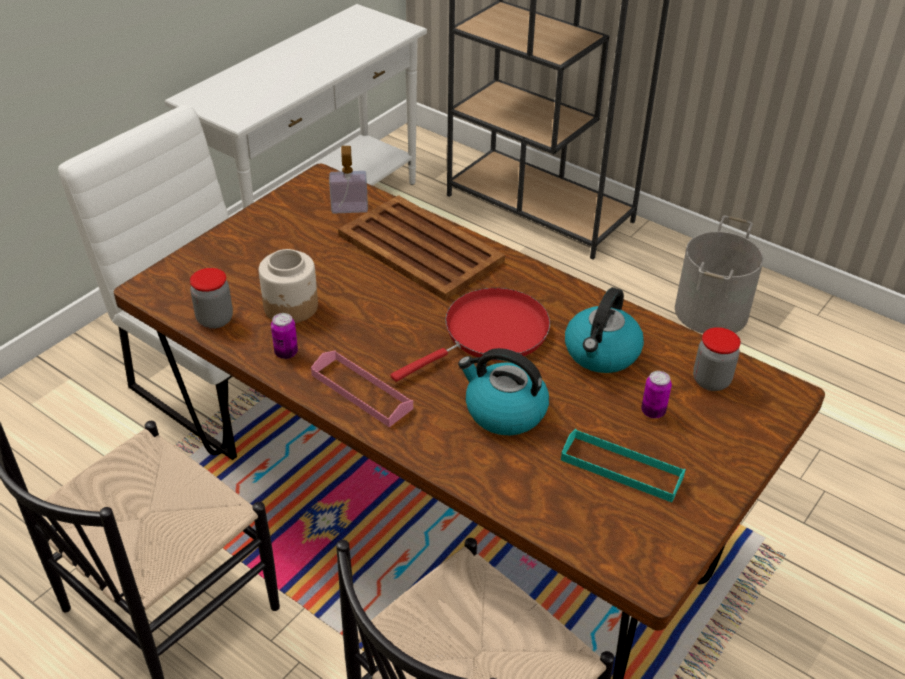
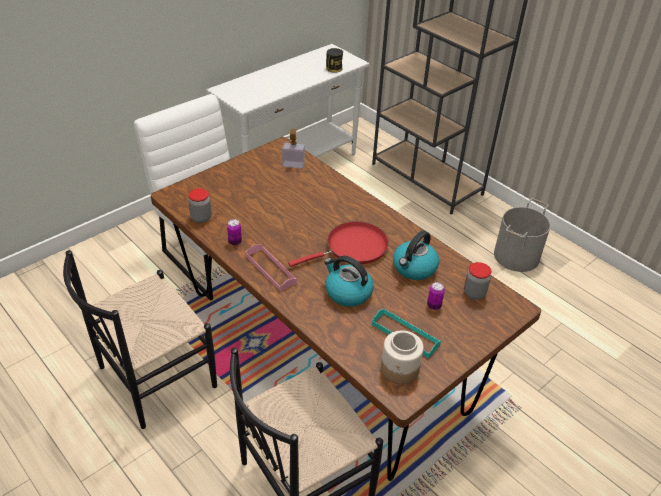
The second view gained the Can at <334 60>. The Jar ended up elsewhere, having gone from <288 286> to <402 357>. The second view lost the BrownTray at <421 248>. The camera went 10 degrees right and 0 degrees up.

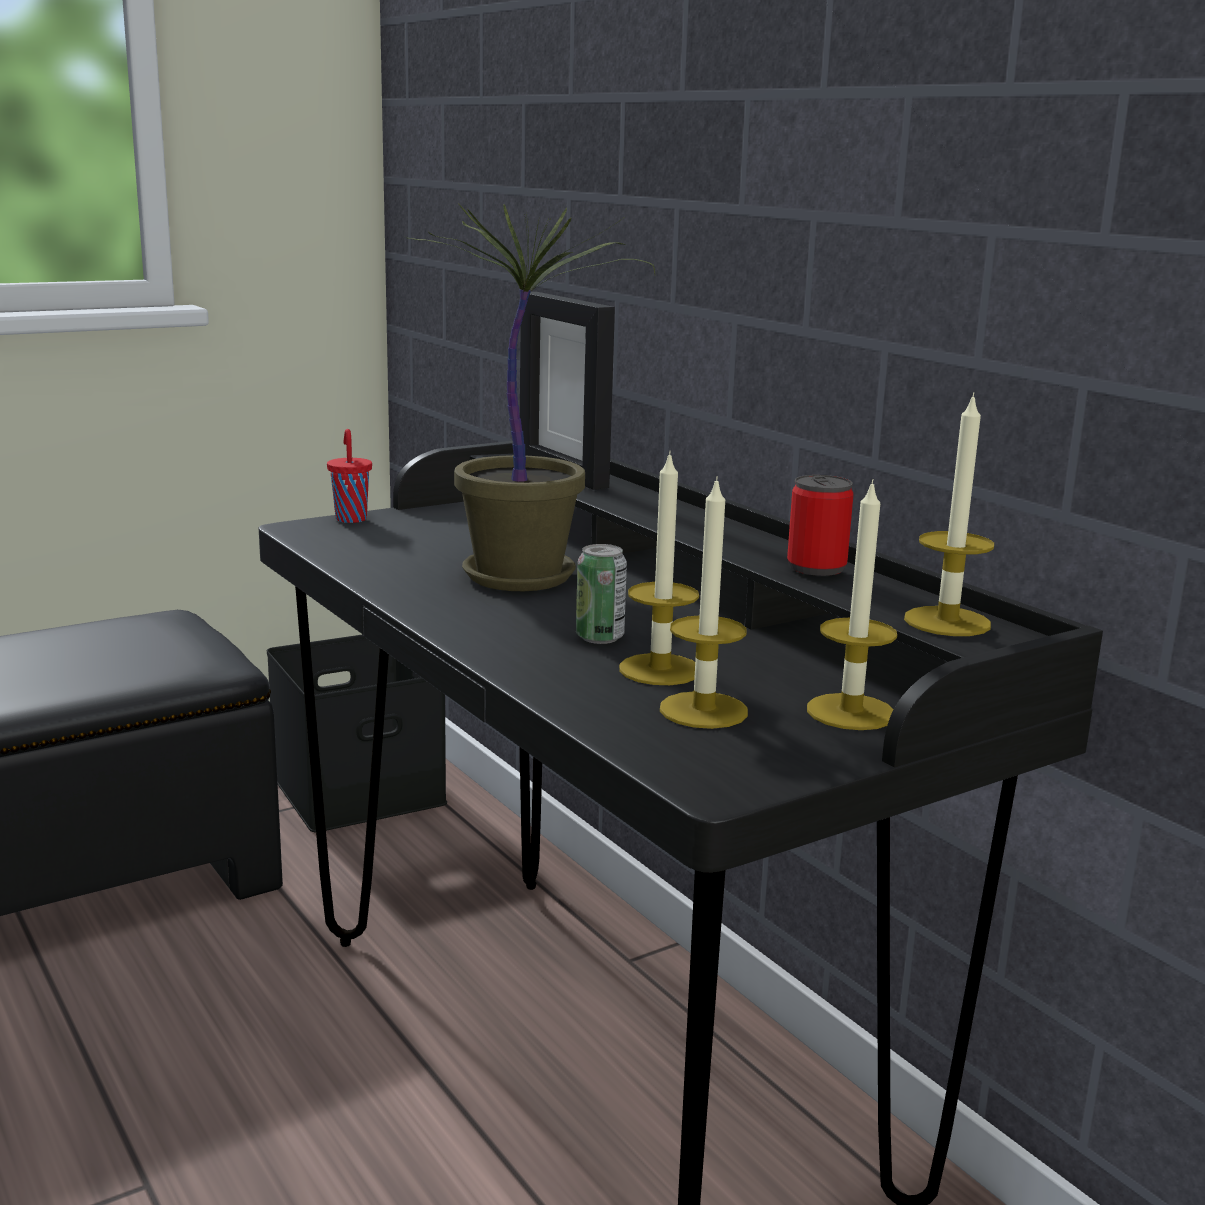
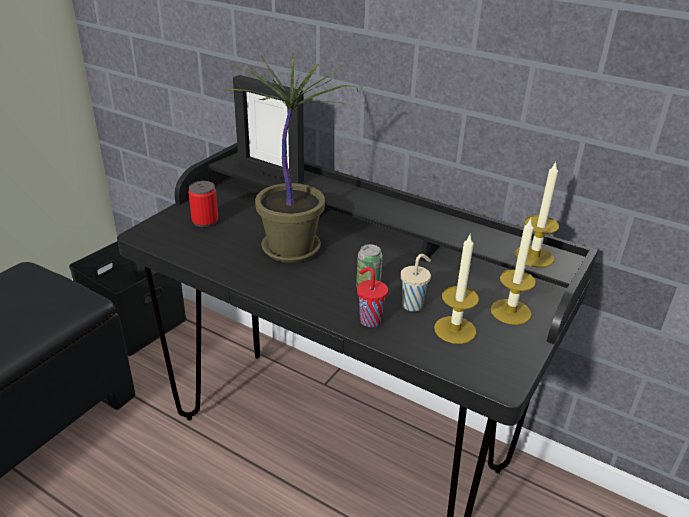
The Can ended up elsewhere, having gone from <820 525> to <203 204>. The RedCup ended up elsewhere, having gone from <349 476> to <372 297>. Where the Candle stood at <659 568>, the BeigeCup came to stand at <416 283>. The camera went 25 degrees left and 15 degrees up.

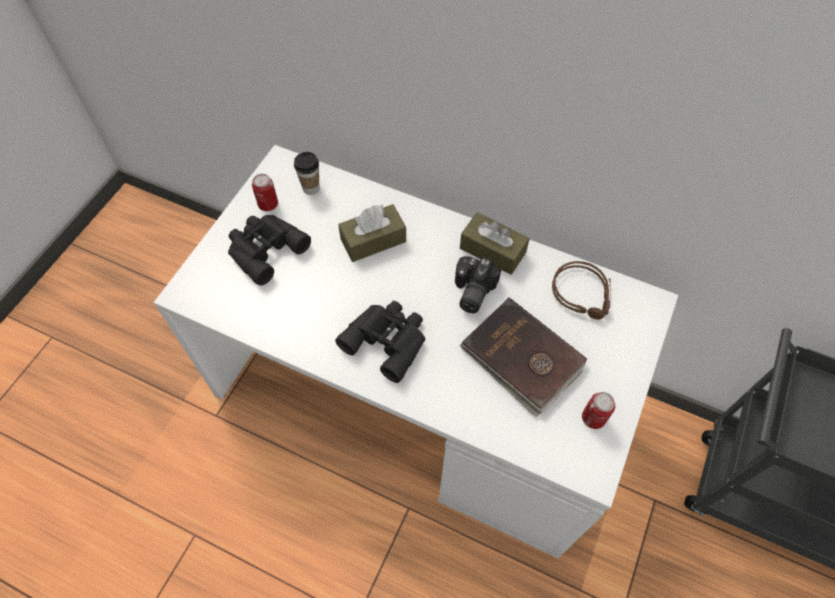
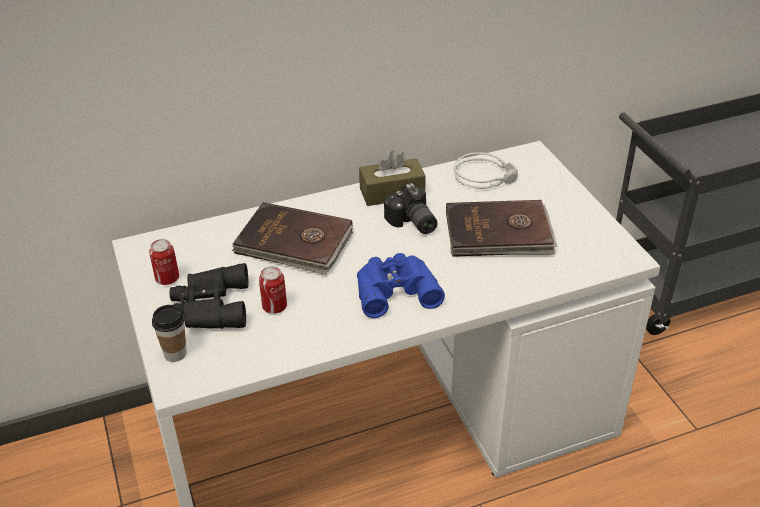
The Cup ended up elsewhere, having gone from <307 173> to <169 333>. Where the BrownTissueBox stood at <372 233>, the BrownBook came to stand at <292 238>. The Can ended up elsewhere, having gone from <598 410> to <273 290>. What was the BlackBinoculars at <380 342> turned into the BlueBinoculars at <401 285>. What was the BrownHeadphones at <581 290> turned into the GreyHeadphones at <486 170>. The camera went 45 degrees left and 20 degrees down.

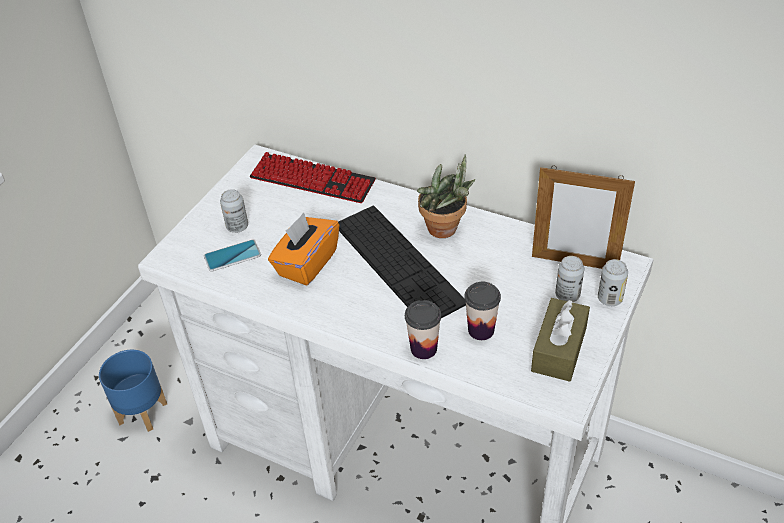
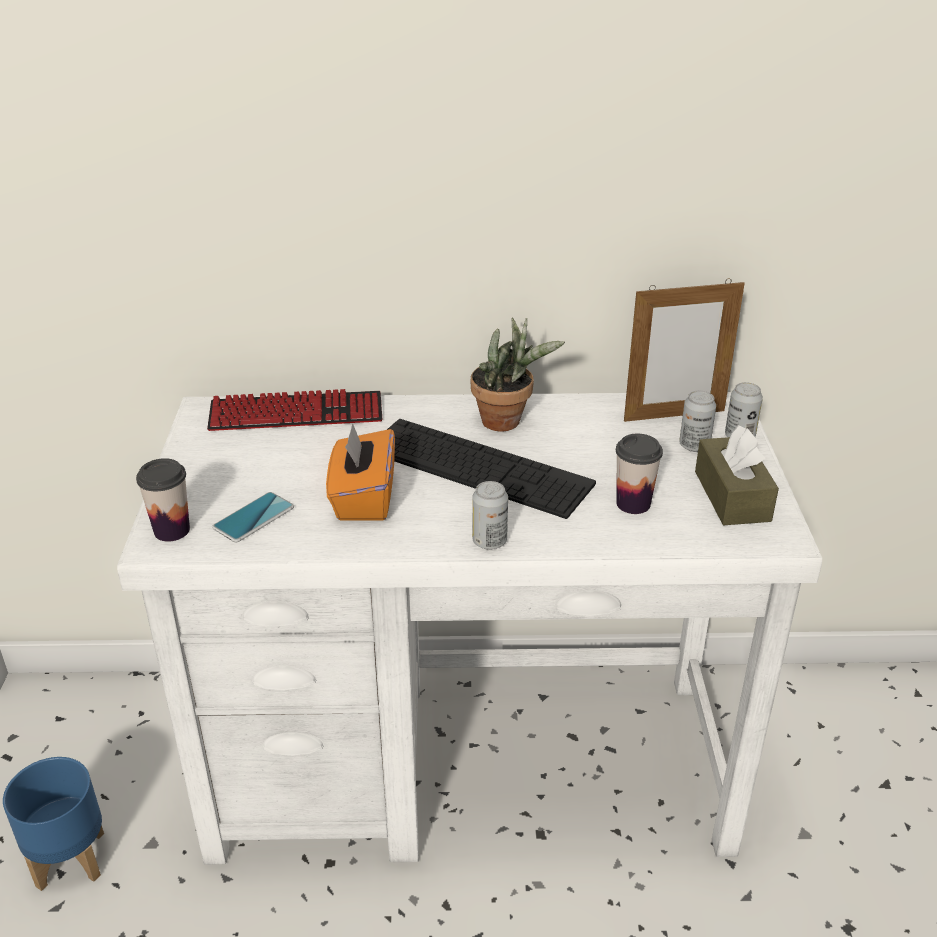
The Cup ended up elsewhere, having gone from <423 329> to <163 500>. The Can ended up elsewhere, having gone from <234 211> to <490 515>. The camera went 30 degrees left and 10 degrees down.

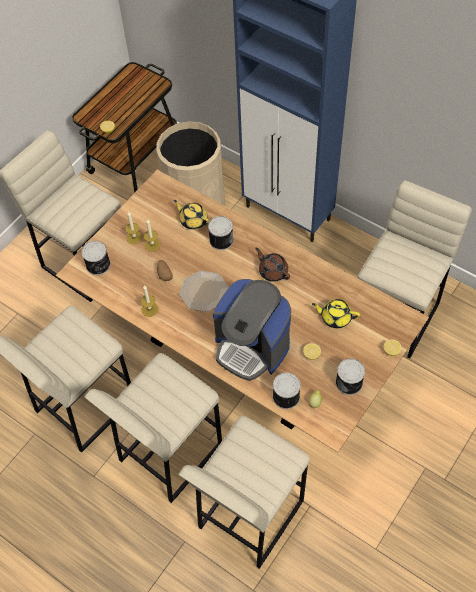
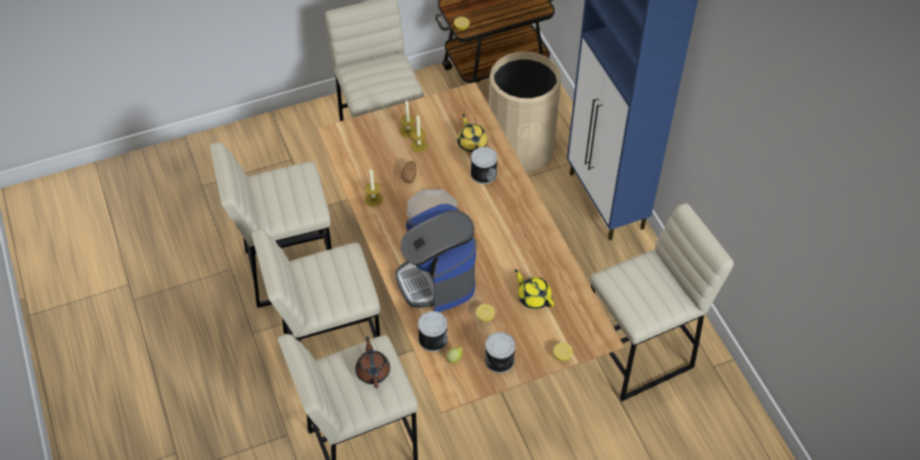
The BrownTeapot ended up elsewhere, having gone from <272 265> to <372 362>. The second view lost the Can at <96 258>. The camera went 30 degrees right and 5 degrees down.

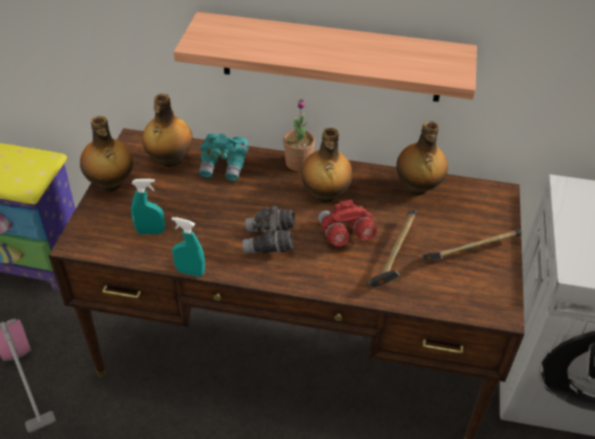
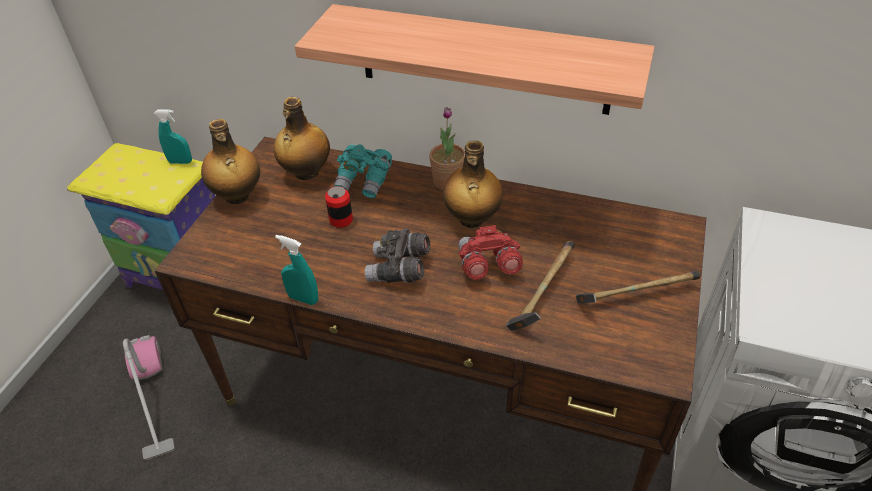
The TurquoiseSprayBottle ended up elsewhere, having gone from <148 206> to <173 136>. The second view gained the Can at <339 207>. The second view lost the Bottle at <422 158>. The camera went 10 degrees right and 0 degrees up.

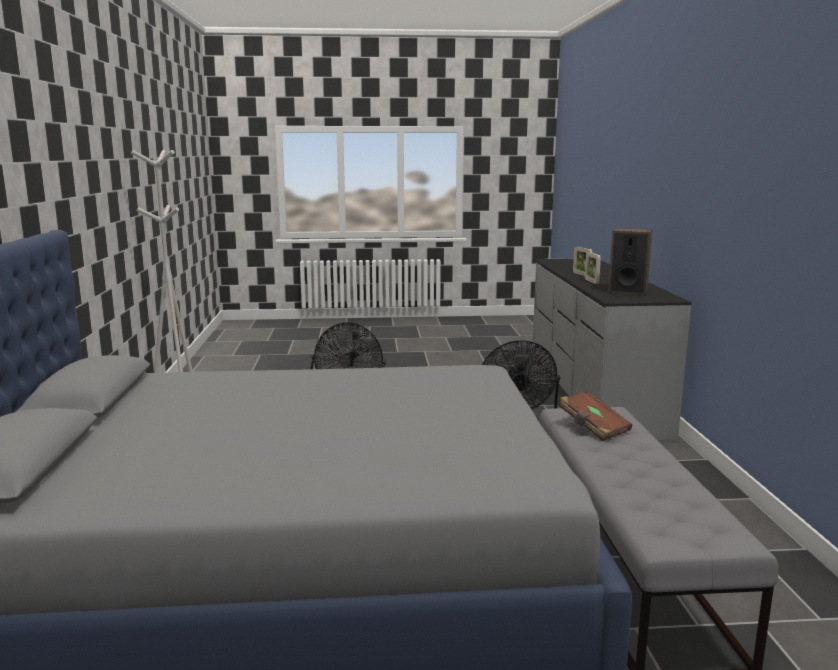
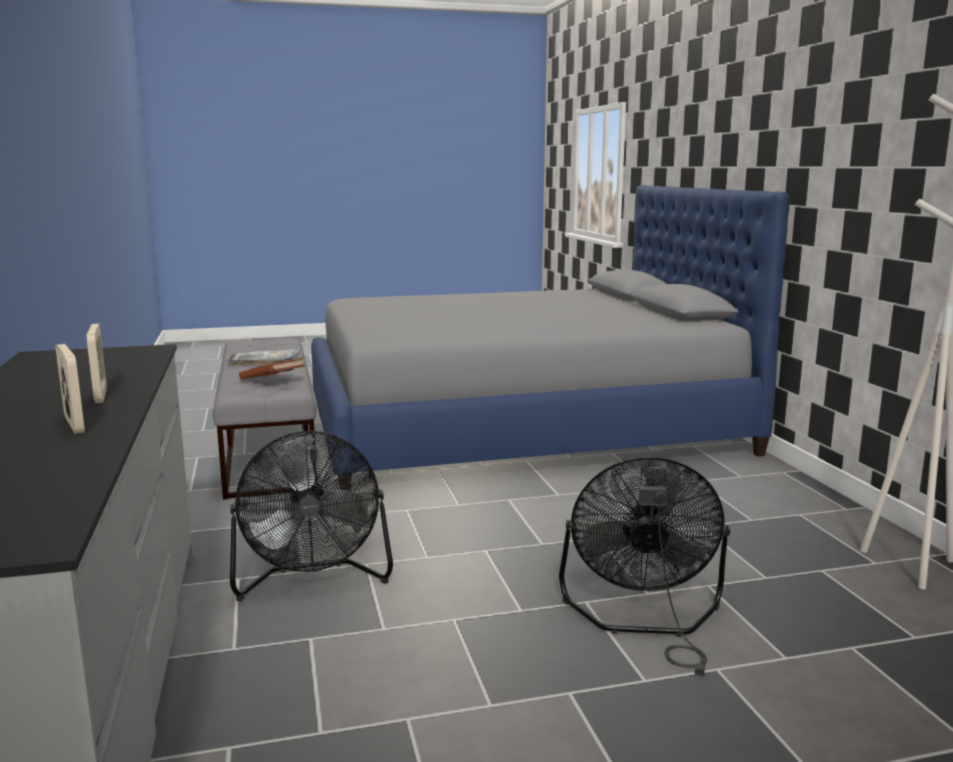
The second view gained the GreyTray at <262 356>. The second view lost the Speaker at <630 261>. The camera went 170 degrees right and 0 degrees up.

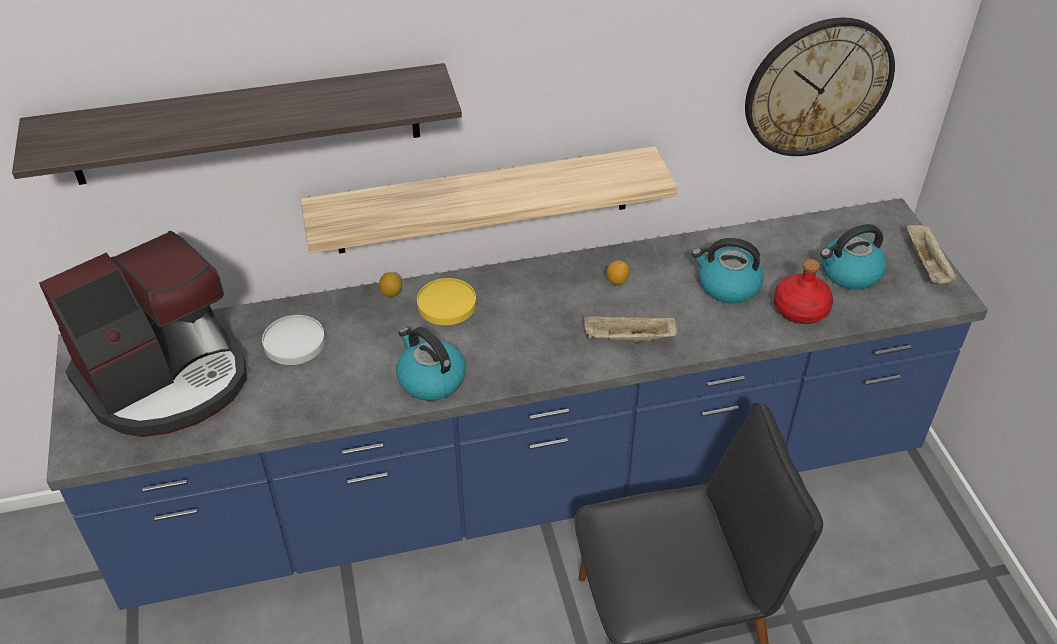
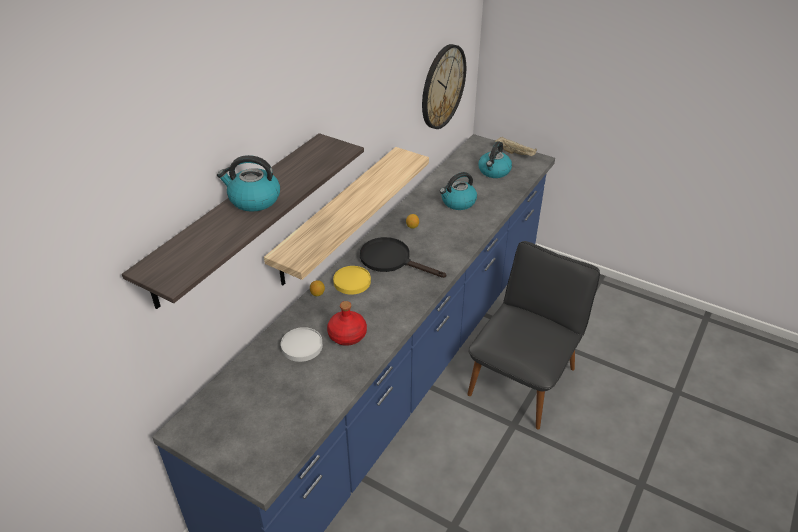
The Kettle ended up elsewhere, having gone from <431 364> to <248 183>. The RedBottle ended up elsewhere, having gone from <803 291> to <347 323>. The second view gained the BlackFryingPan at <403 257>. The second view lost the CoffeeMachine at <143 334>. The second view lost the BeigeTray at <630 329>. The camera went 45 degrees left and 5 degrees down.

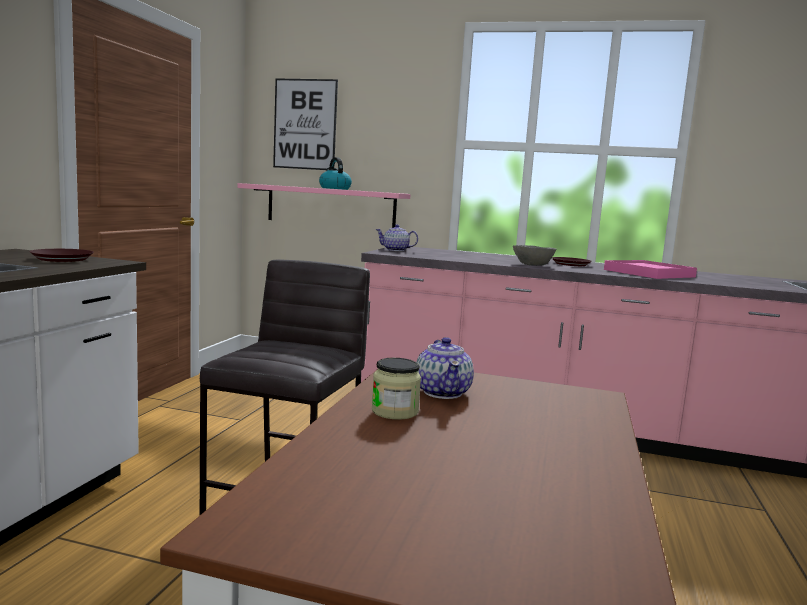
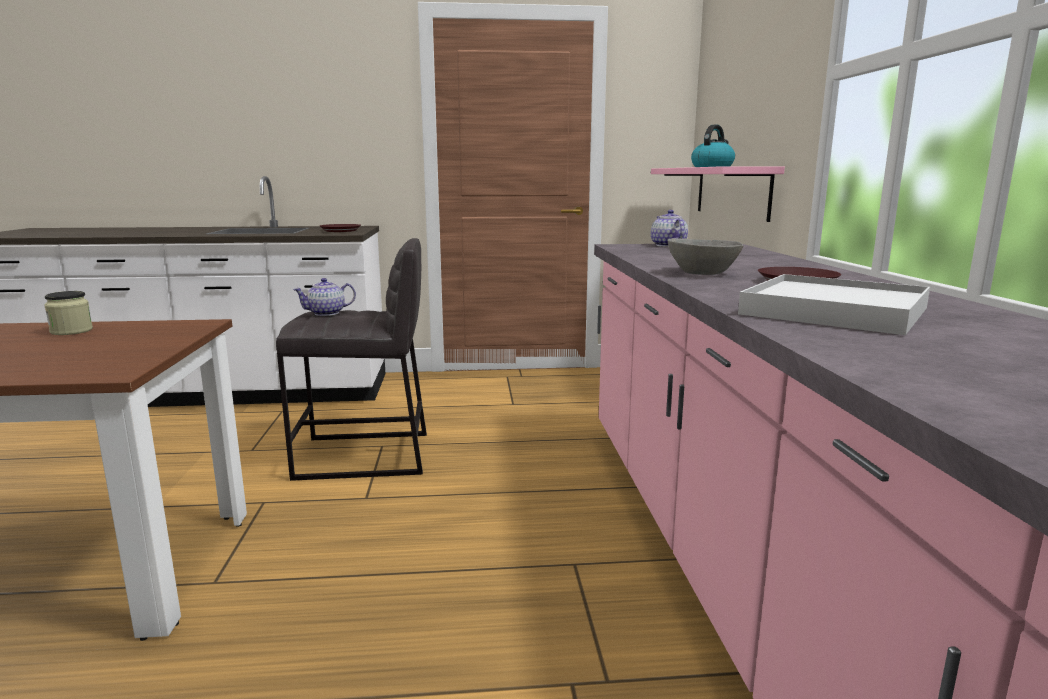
The Teapot ended up elsewhere, having gone from <445 368> to <324 297>. What was the PinkTray at <650 269> turned into the WhiteTray at <834 304>. The second view lost the Picture at <305 124>. The camera went 70 degrees right and 5 degrees up.

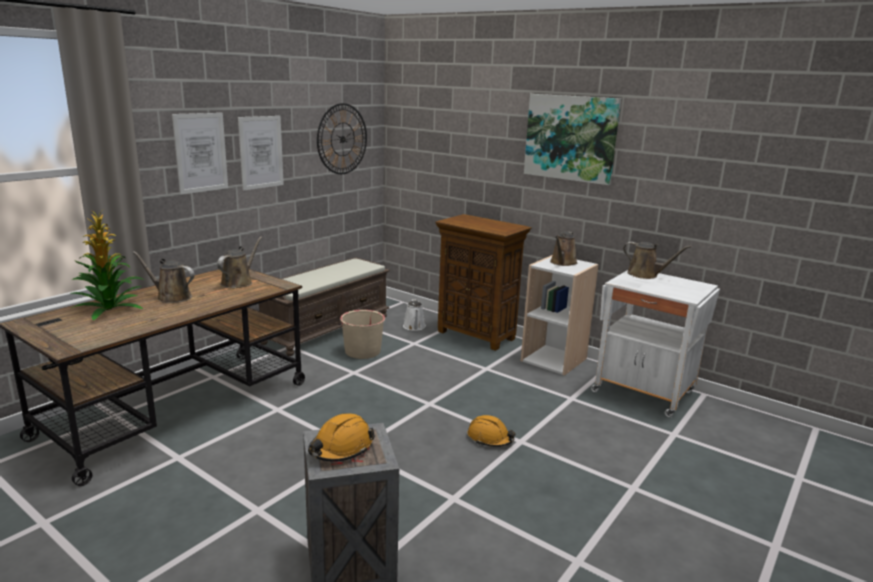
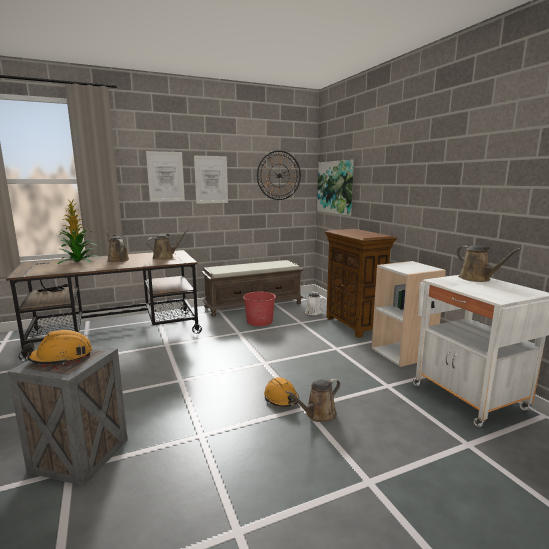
What was the BeigeBucket at <361 334> turned into the RedBucket at <259 309>. The BrownWateringCan ended up elsewhere, having gone from <563 249> to <313 400>. The Picture ended up elsewhere, having gone from <572 139> to <335 188>. The camera went 30 degrees right and 5 degrees down.

